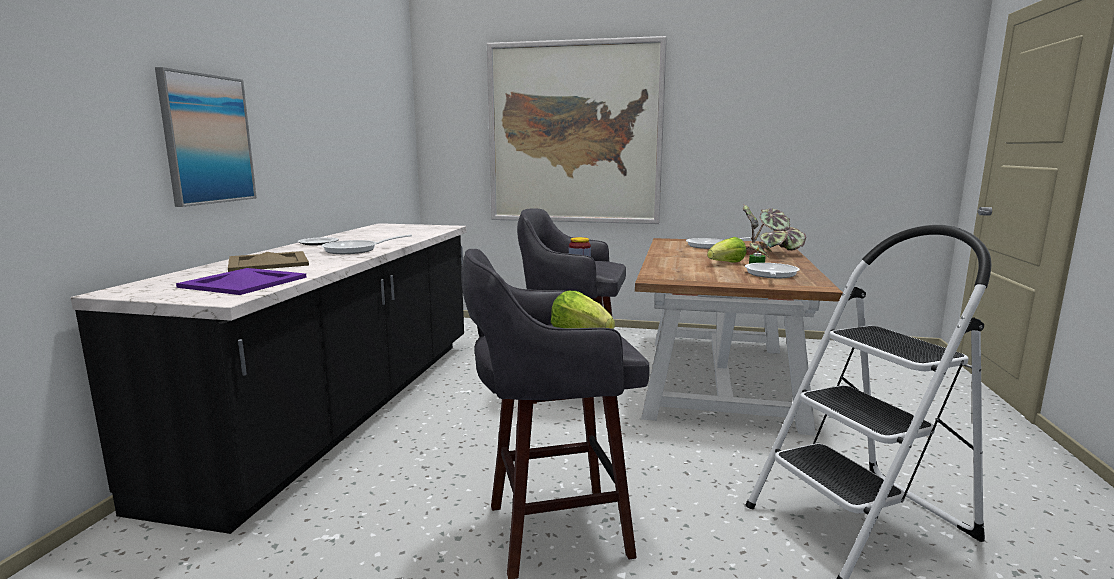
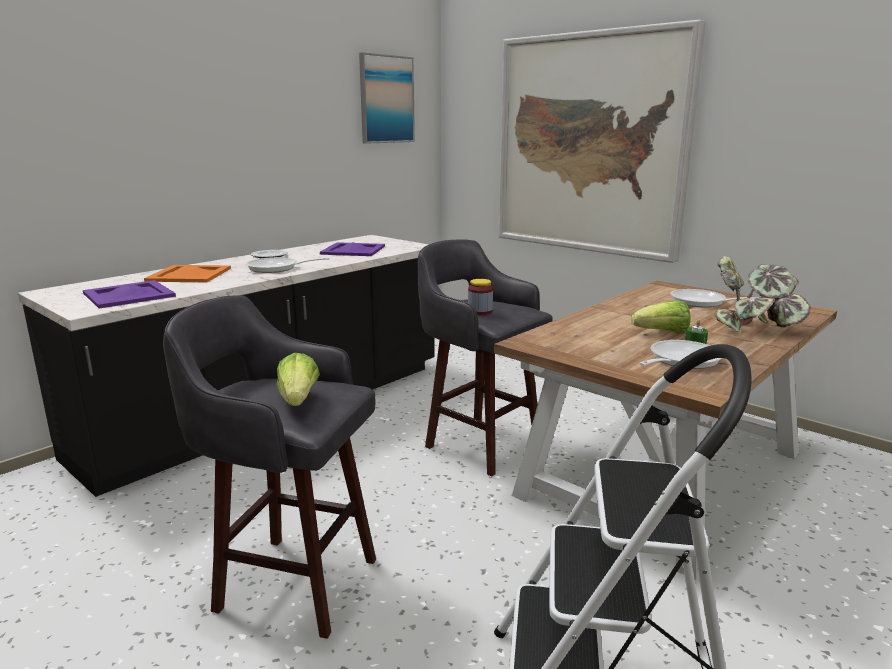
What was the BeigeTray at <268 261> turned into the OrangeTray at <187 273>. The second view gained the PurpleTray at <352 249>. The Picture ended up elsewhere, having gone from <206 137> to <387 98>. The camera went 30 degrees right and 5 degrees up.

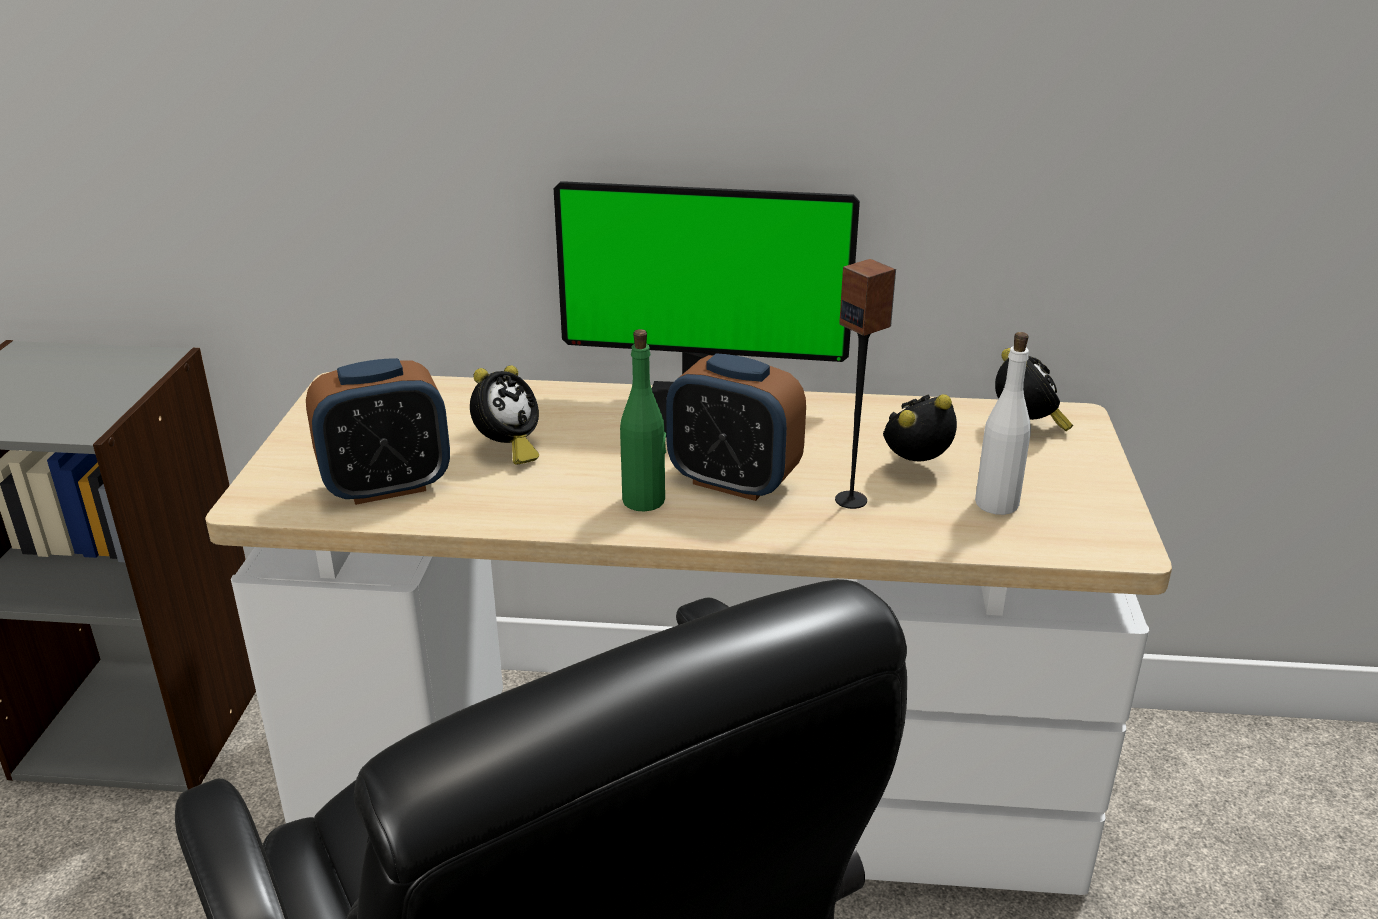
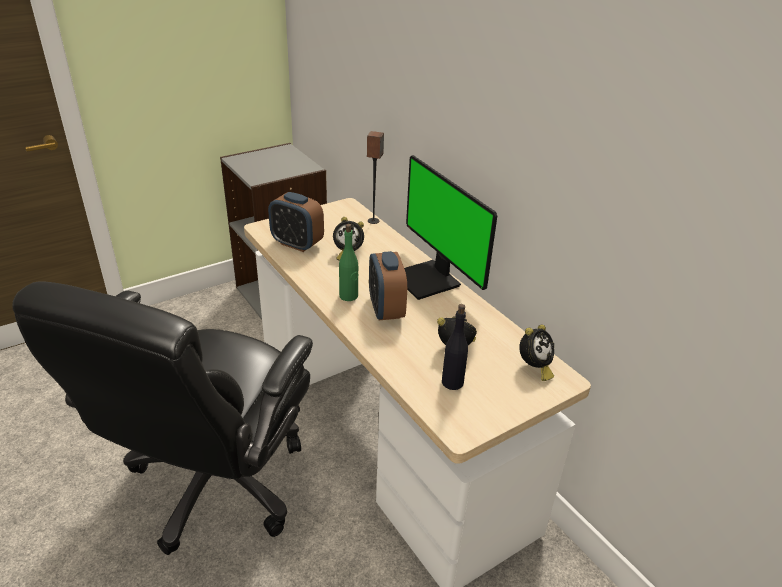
The Speaker ended up elsewhere, having gone from <865 384> to <375 177>. What was the WhiteBottle at <1003 423> turned into the BlackBottle at <455 347>. The camera went 50 degrees right and 5 degrees up.

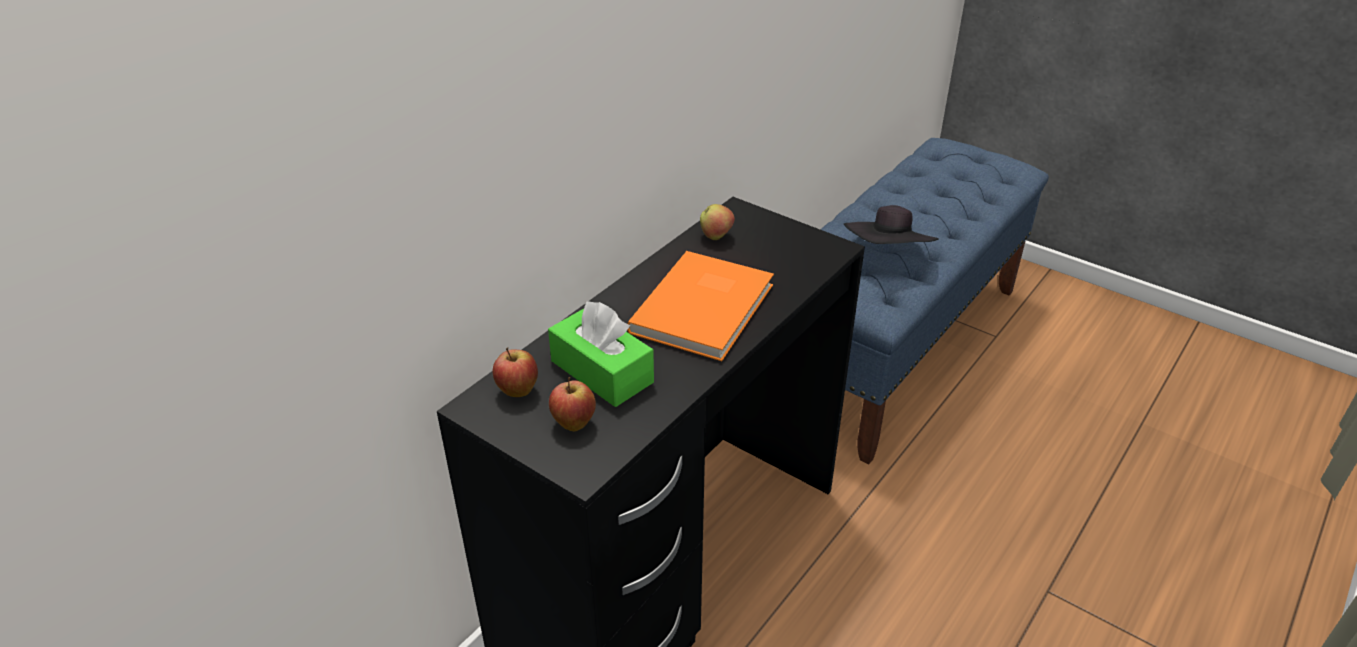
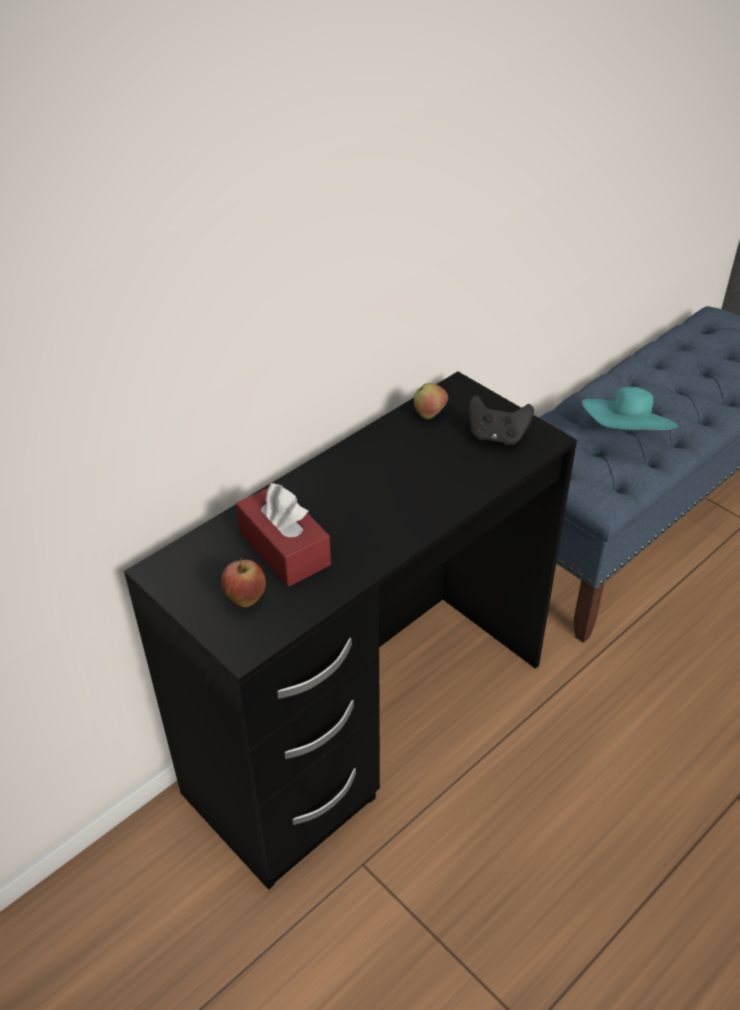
What was the GreenTissueBox at <601 354> turned into the RedTissueBox at <283 534>. The second view gained the BlackGameController at <501 420>. What was the BlackHat at <891 224> turned into the TurquoiseHat at <630 408>. The second view lost the Apple at <515 372>. The second view lost the OrangeBook at <701 306>. The camera went 10 degrees right and 5 degrees up.

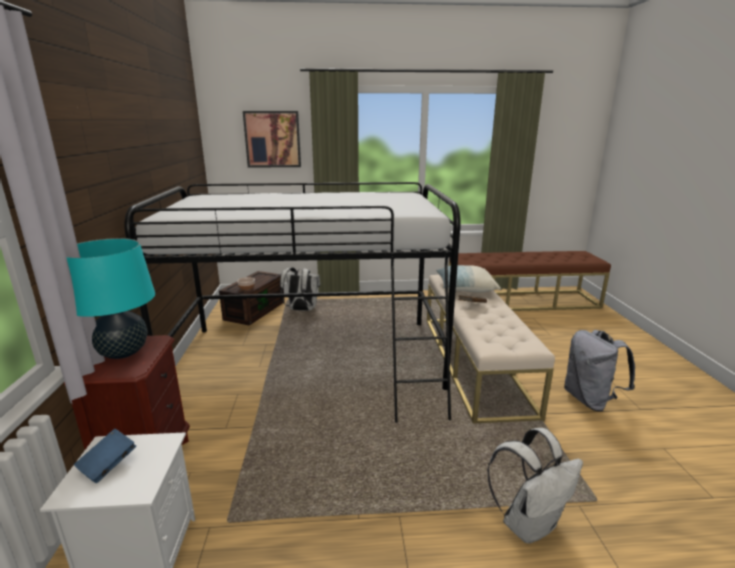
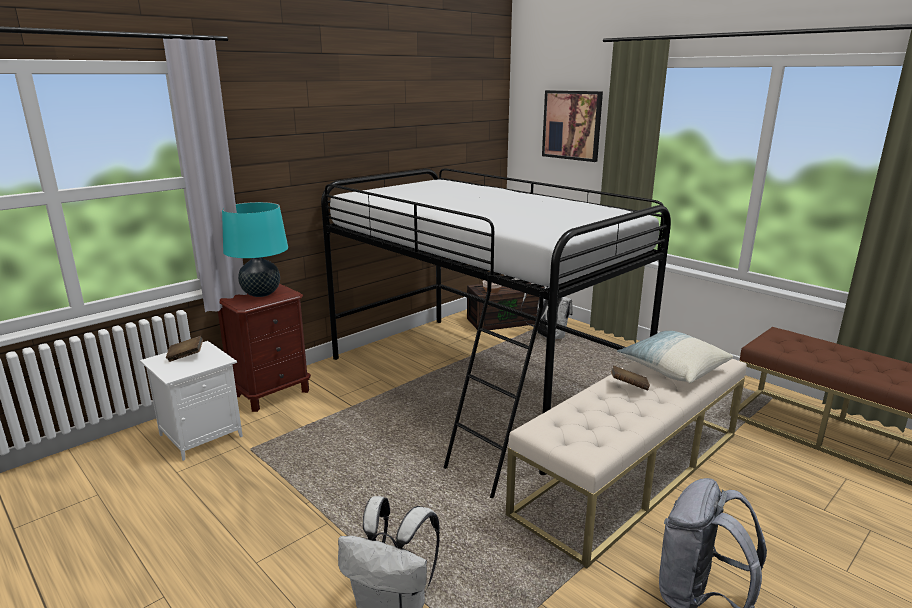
What was the BlueBook at <105 456> turned into the BrownBook at <184 349>. The camera went 50 degrees right and 0 degrees up.

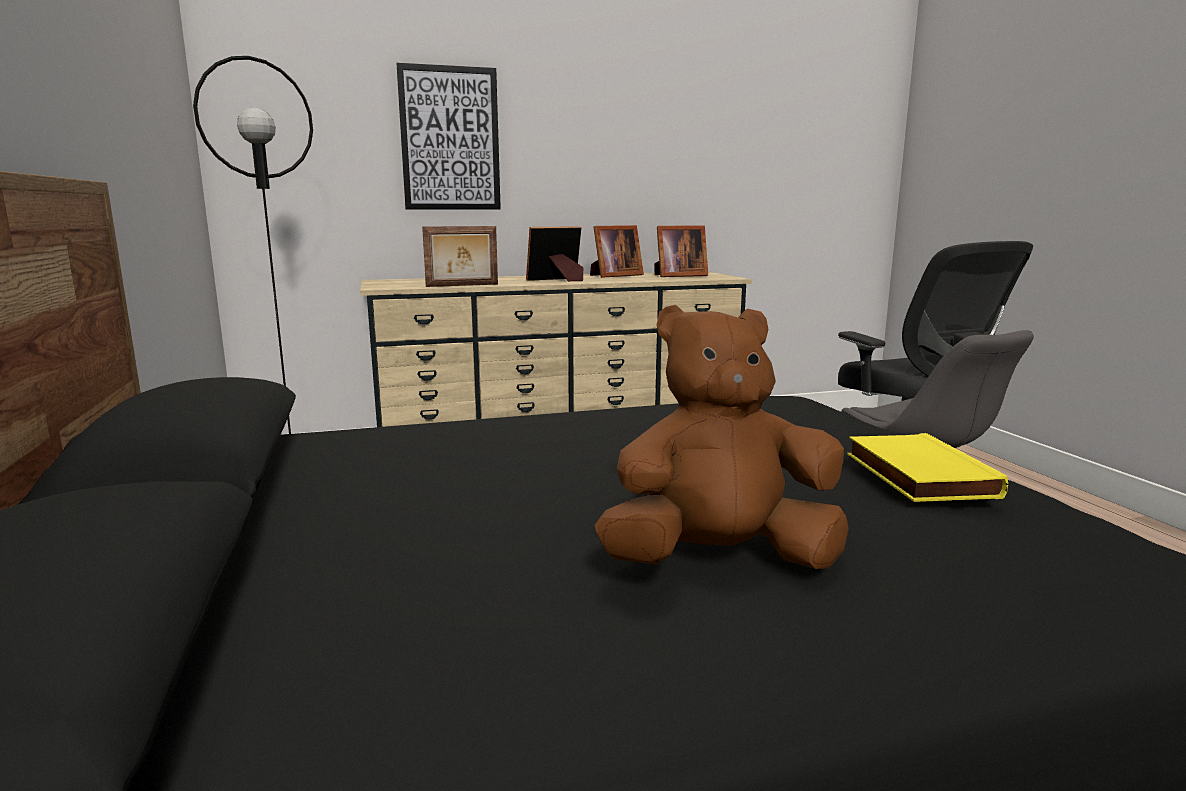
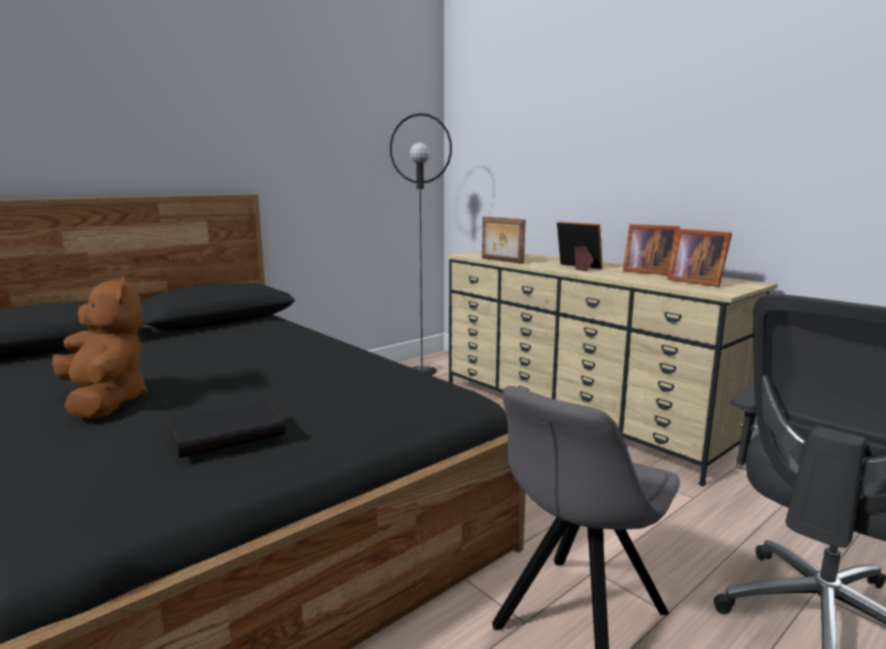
What was the YellowBook at <927 467> turned into the BlackBook at <226 428>. The second view lost the Picture at <448 136>. The camera went 65 degrees right and 0 degrees up.

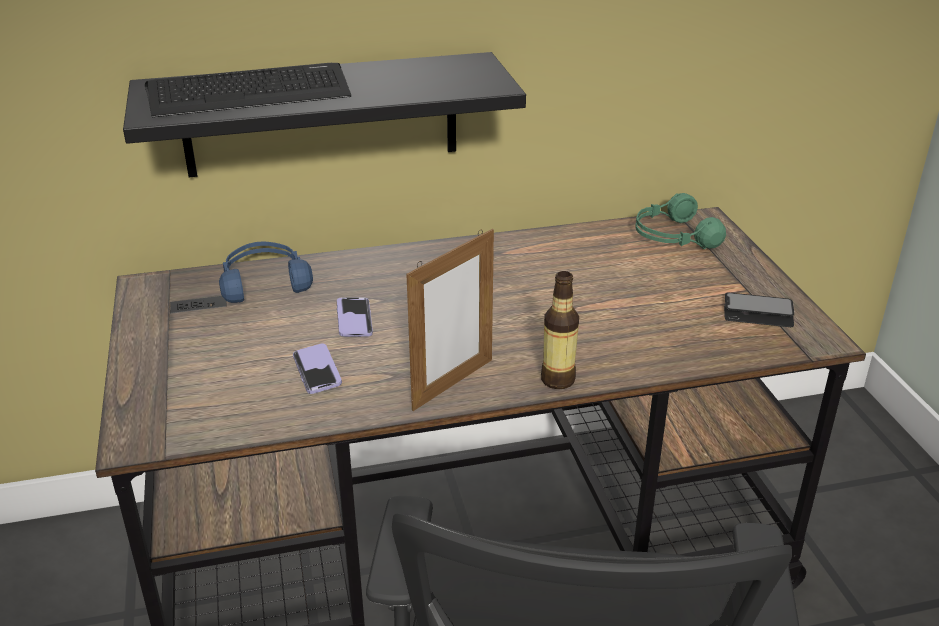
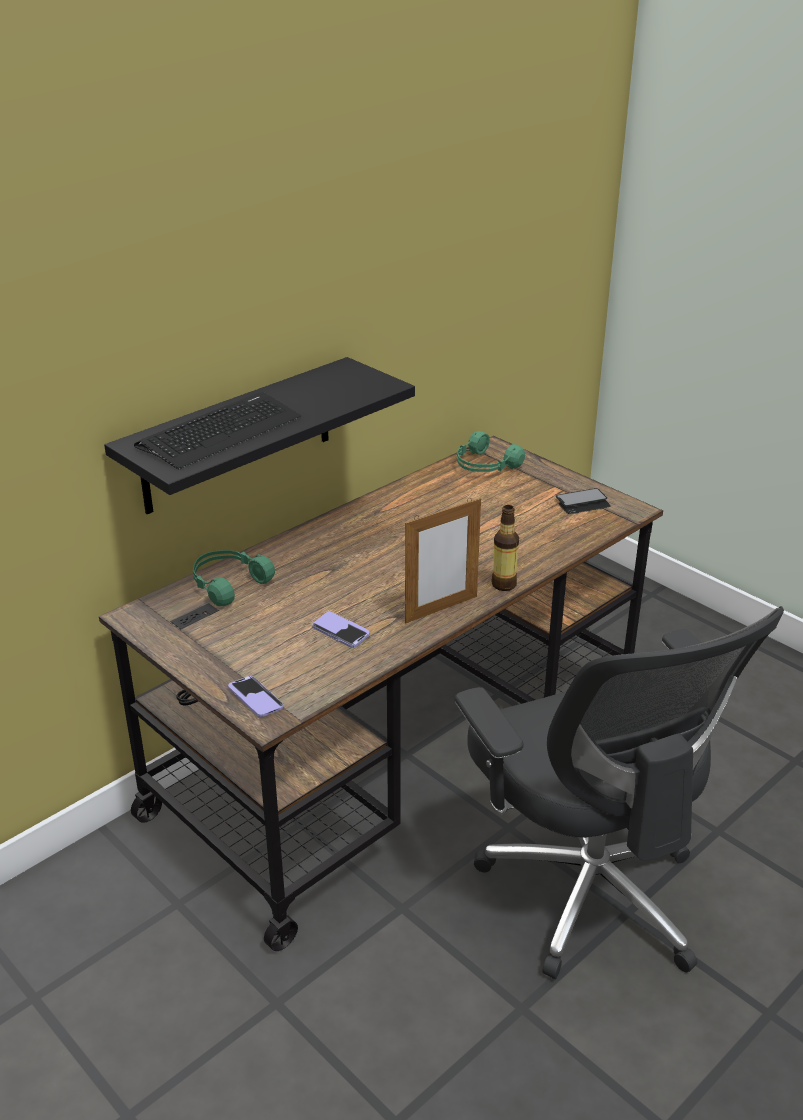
What was the BlueHeadphones at <266 272> turned into the GreenHeadphones at <234 578>. The Phone ended up elsewhere, having gone from <355 317> to <255 696>. The PictureFrame at <450 320> ended up facing another way, 45 degrees clockwise from before. The camera went 30 degrees left and 0 degrees up.

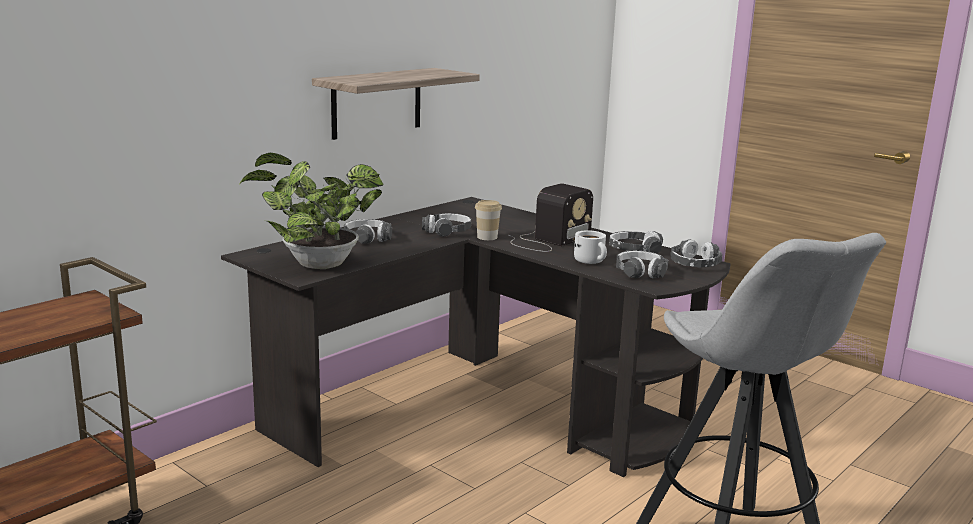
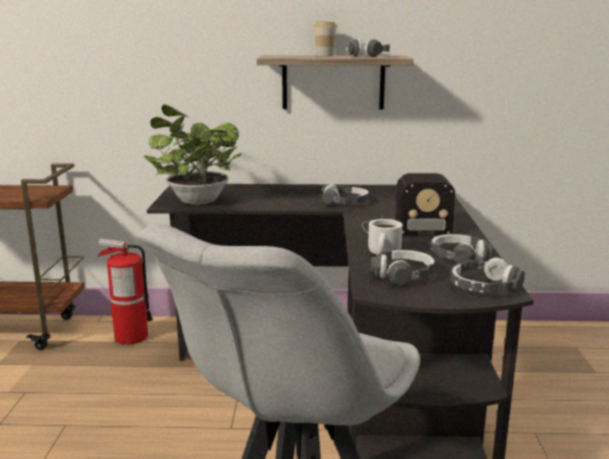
The second view gained the FireExtinguisher at <125 292>. The Cup ended up elsewhere, having gone from <488 220> to <325 39>. The Headphones ended up elsewhere, having gone from <368 231> to <368 48>. The camera went 50 degrees right and 0 degrees up.

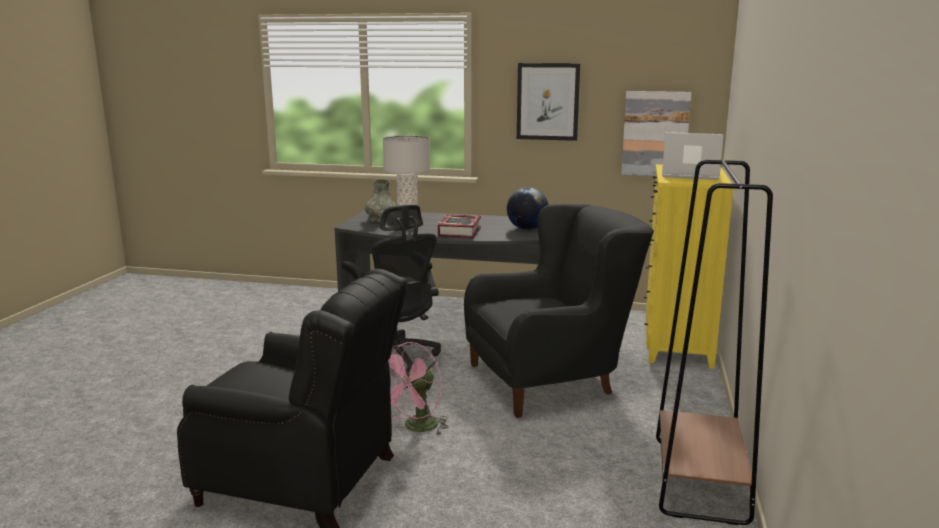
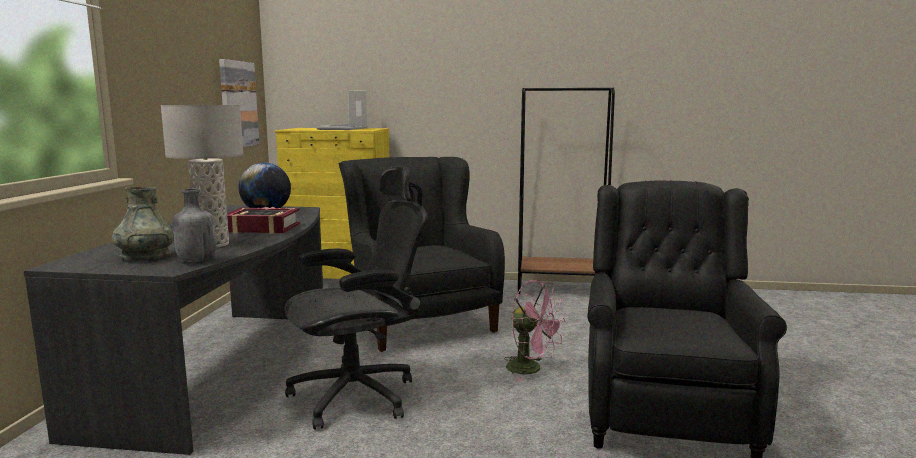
The second view gained the GreyBottle at <194 225>. The second view lost the Picture at <548 102>. The camera went 95 degrees left and 5 degrees down.

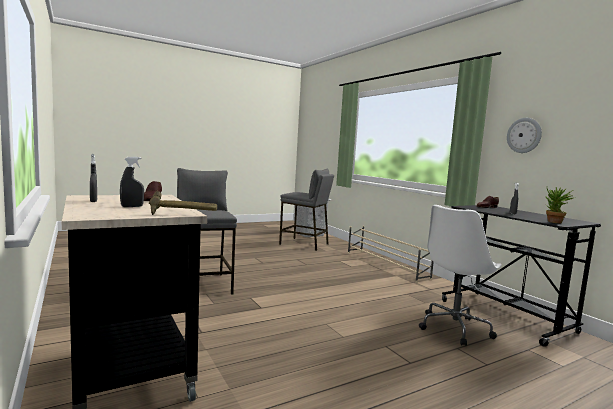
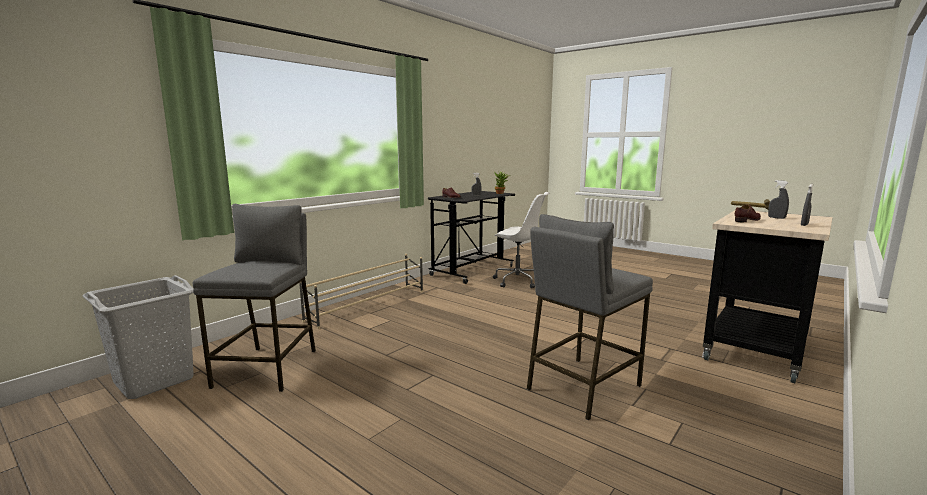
The second view lost the WallClock at <524 135>. The camera went 110 degrees left and 5 degrees up.

